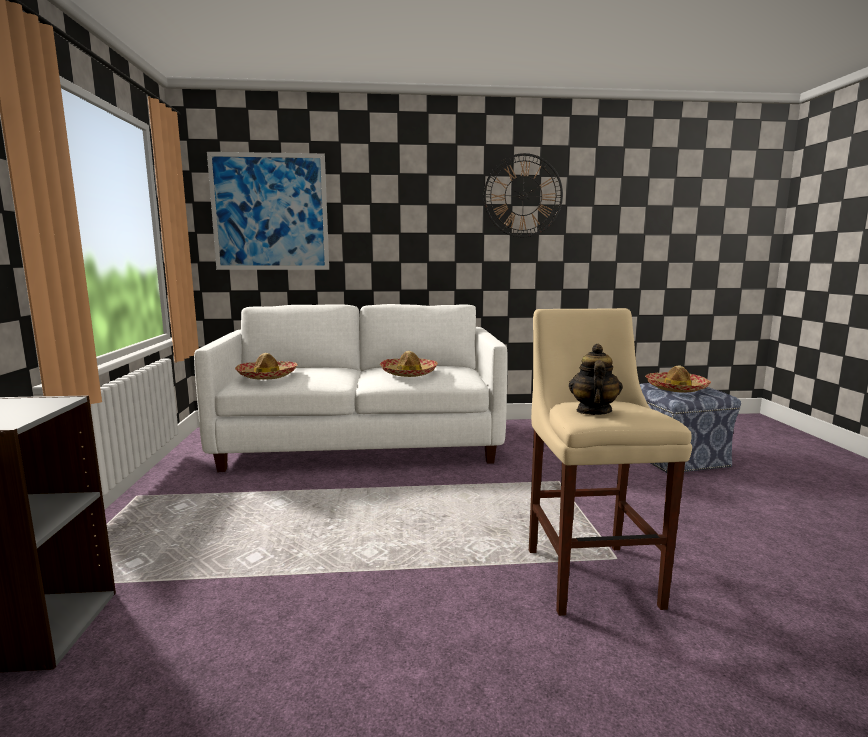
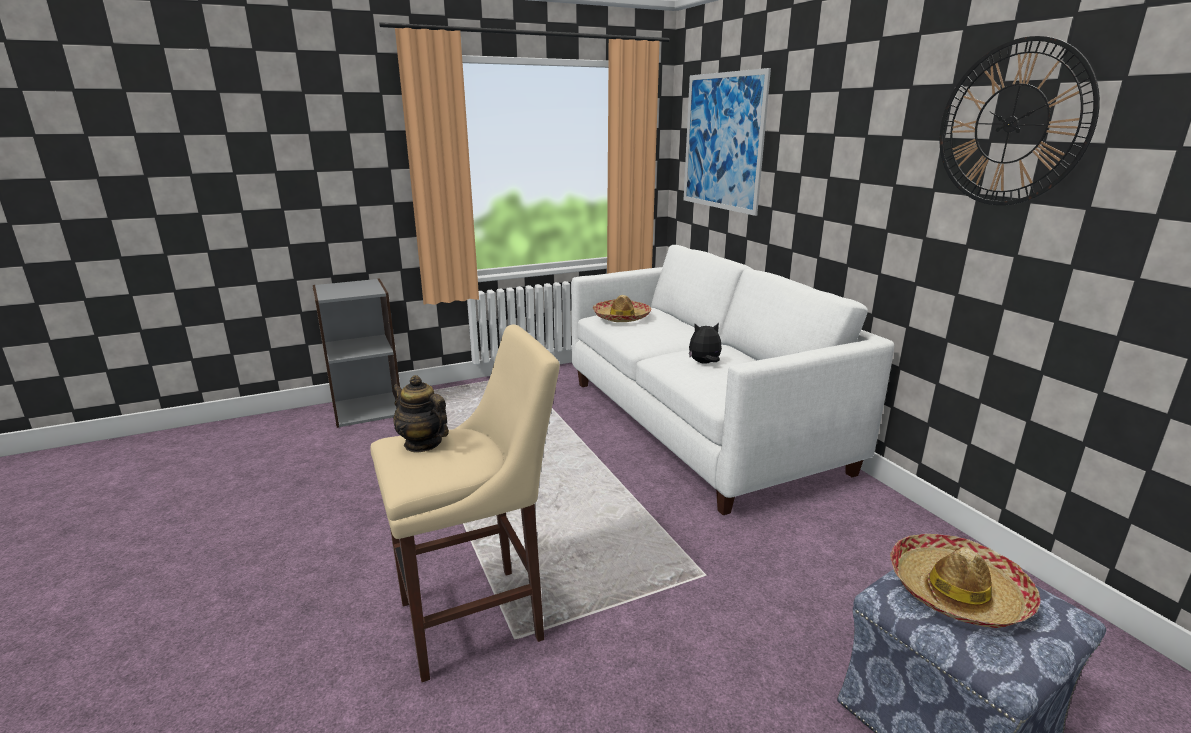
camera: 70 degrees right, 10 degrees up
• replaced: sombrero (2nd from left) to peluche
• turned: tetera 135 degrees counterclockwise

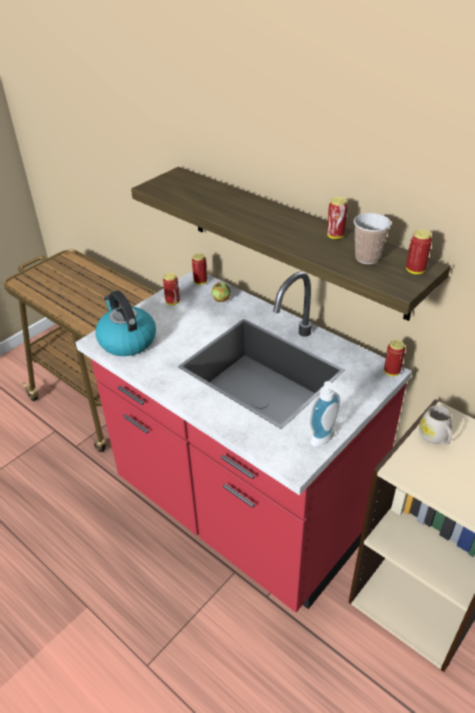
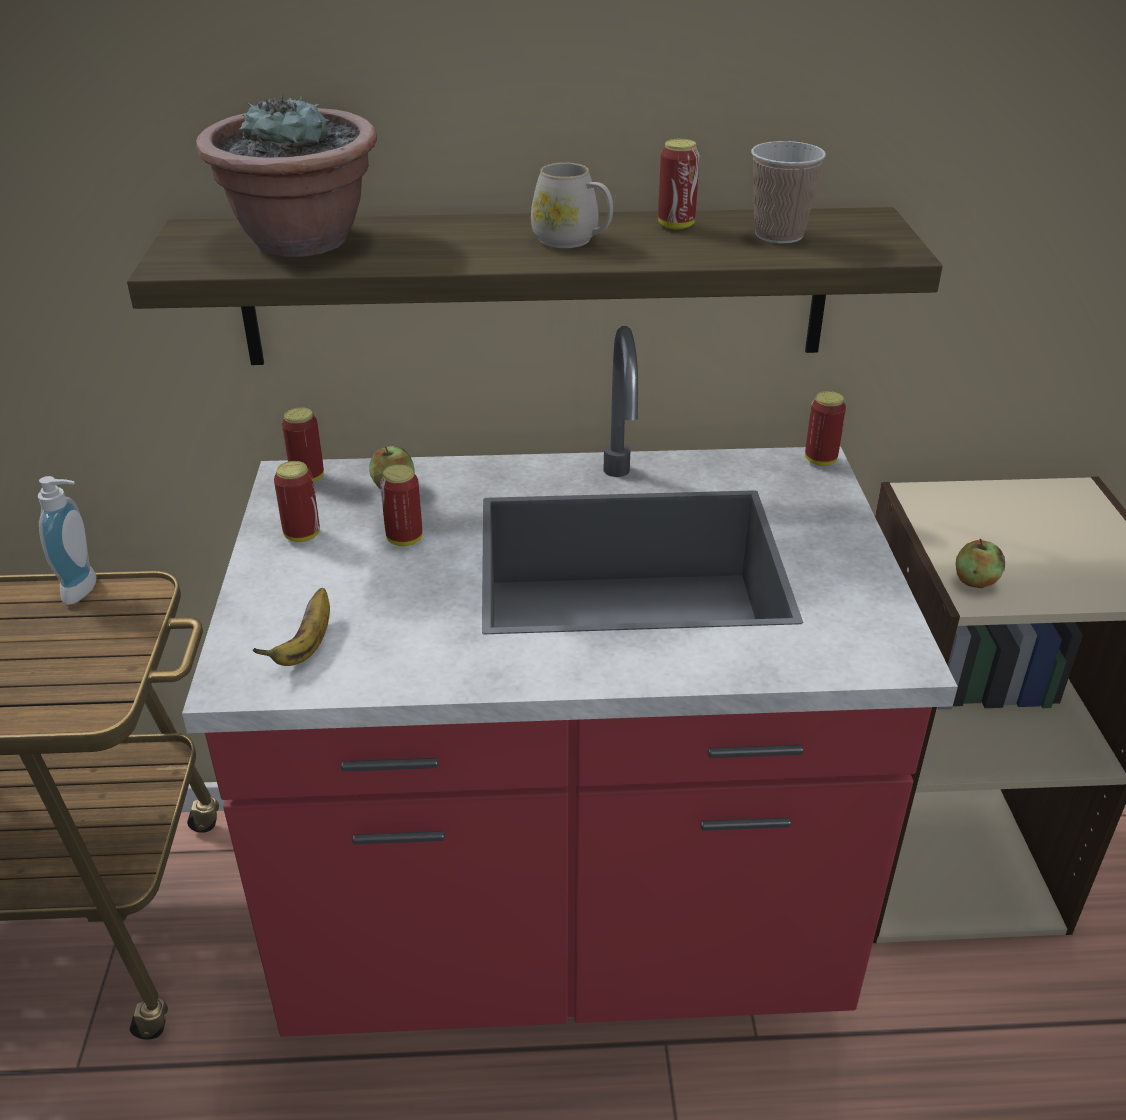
camera: 45 degrees left, 5 degrees down
• replaced: hervidor to plátano
• moved: dispensador de jabón
• moved: lata (5th from left in the first image) to lata (3rd from left)
• moved: taza grande (blanco)
• added: planta en maceta
• added: manzana (2nd from left)

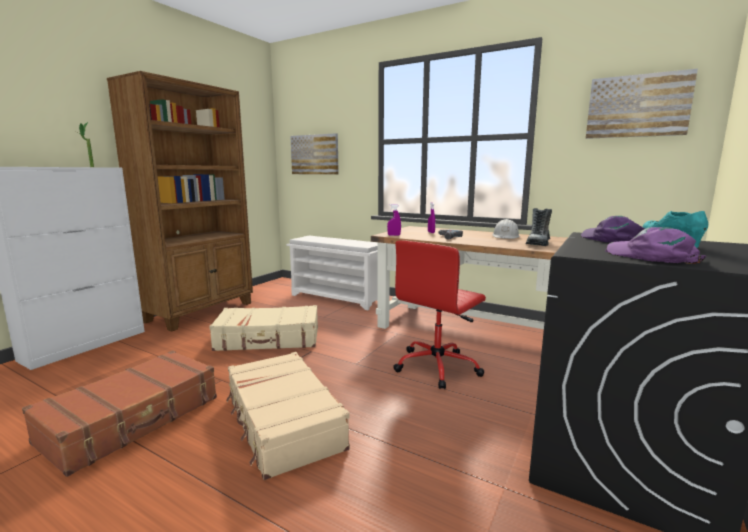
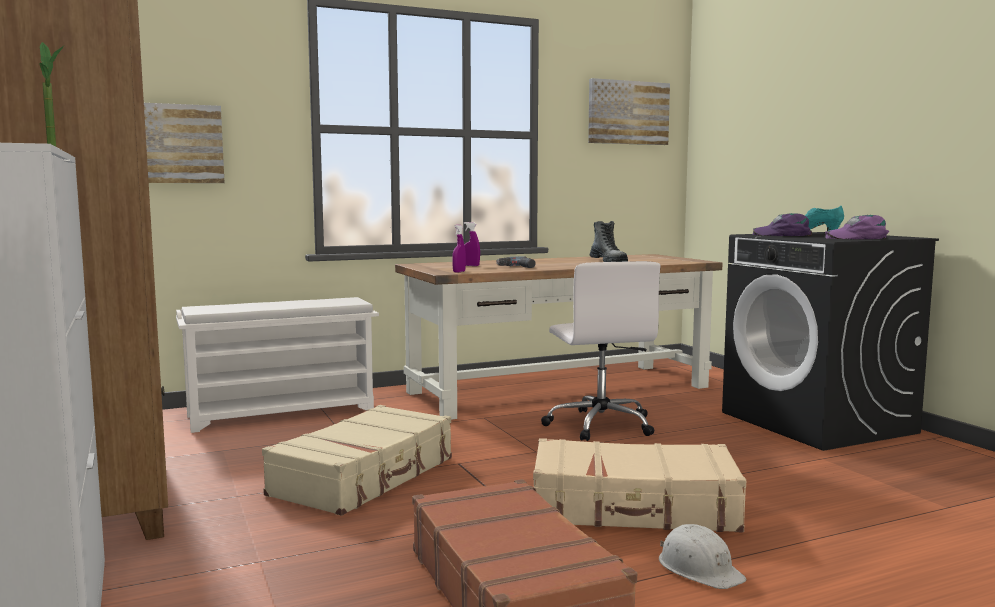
camera: 55 degrees left, 5 degrees down
• recoloured: silla de oficina (rojo) to silla de oficina (blanco)
• moved: casco (blanco)

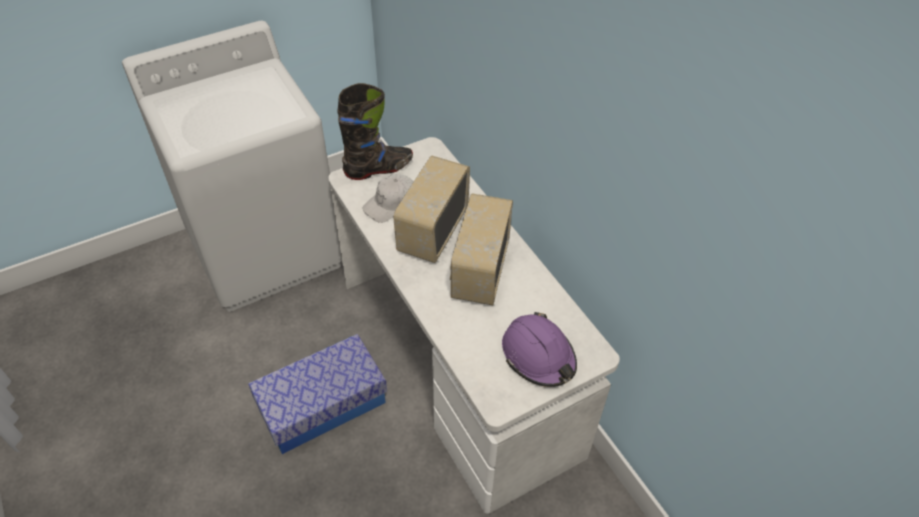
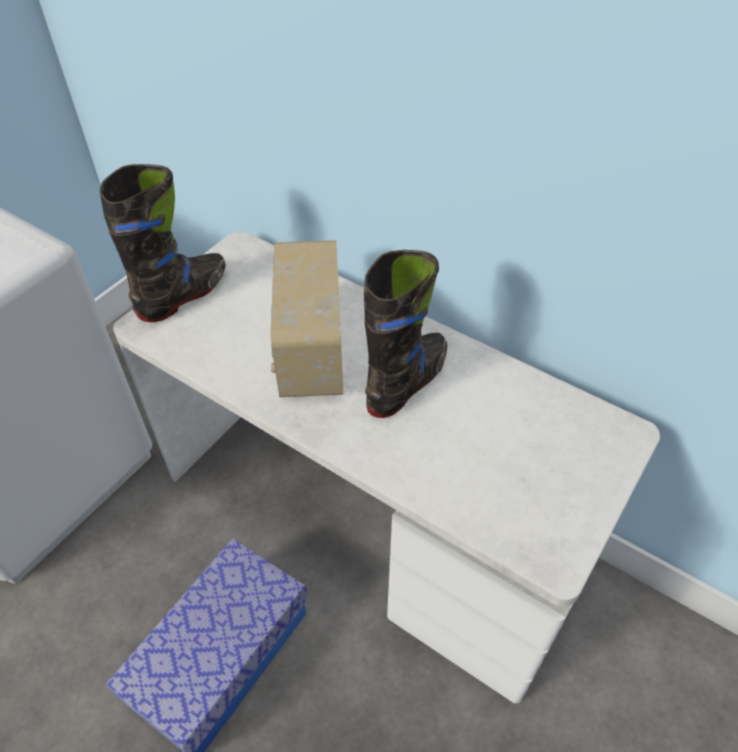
camera: 25 degrees left, 0 degrees up
• removed: gorra (blanco)
• replaced: radio (2nd from left) to bota (negro) (2nd from left)
• removed: casco (morado)

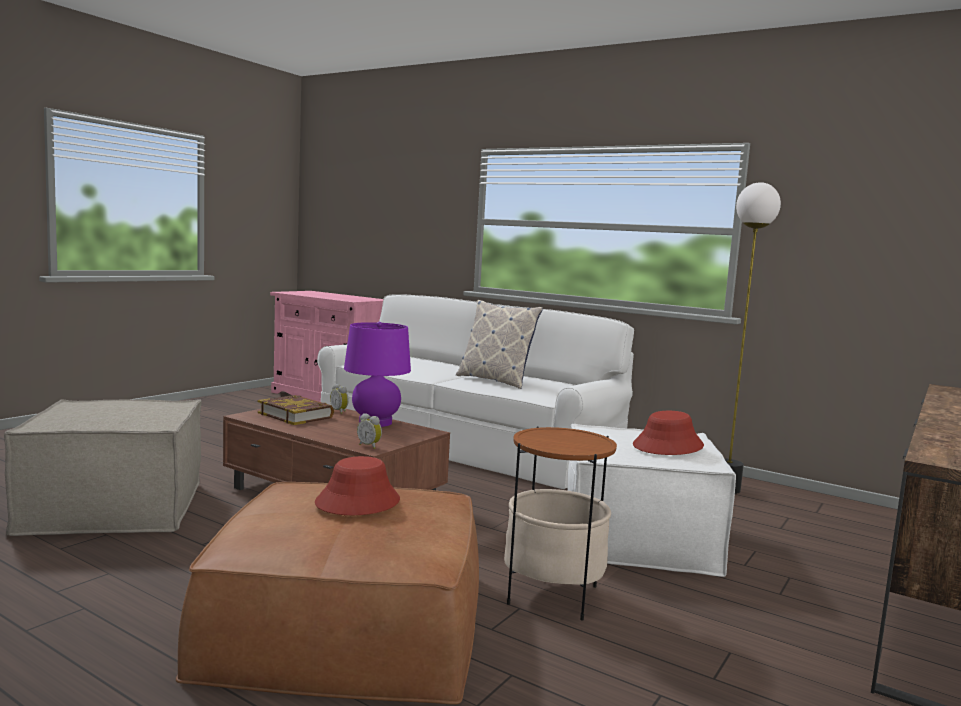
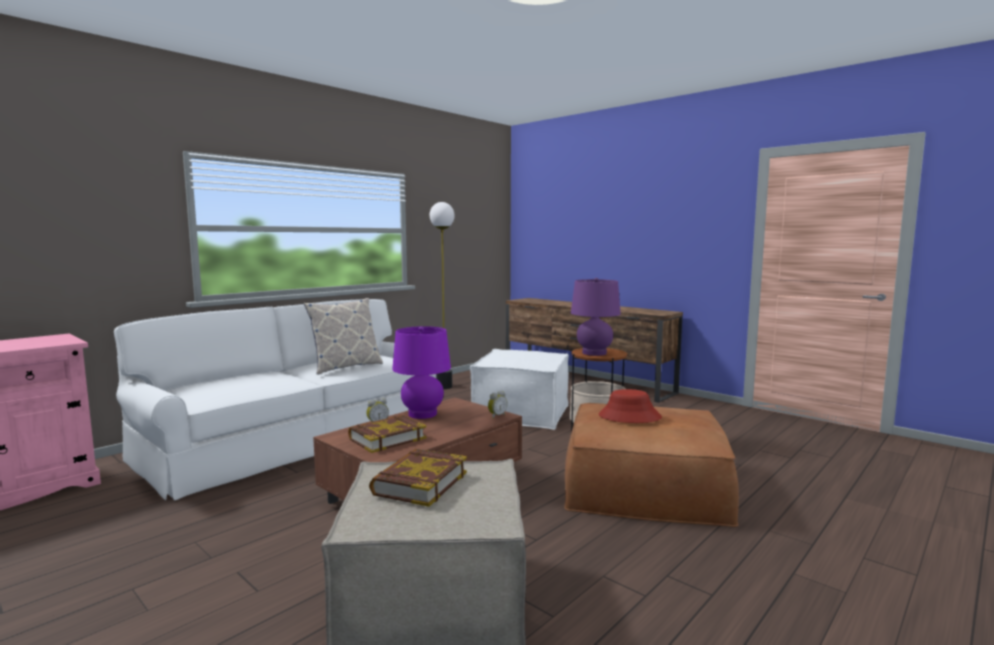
camera: 80 degrees left, 0 degrees up
• removed: sombrero (rojo) (2nd from left)
• added: libro (2nd from left)
• added: lámpara de mesa (morado) (2nd from left)

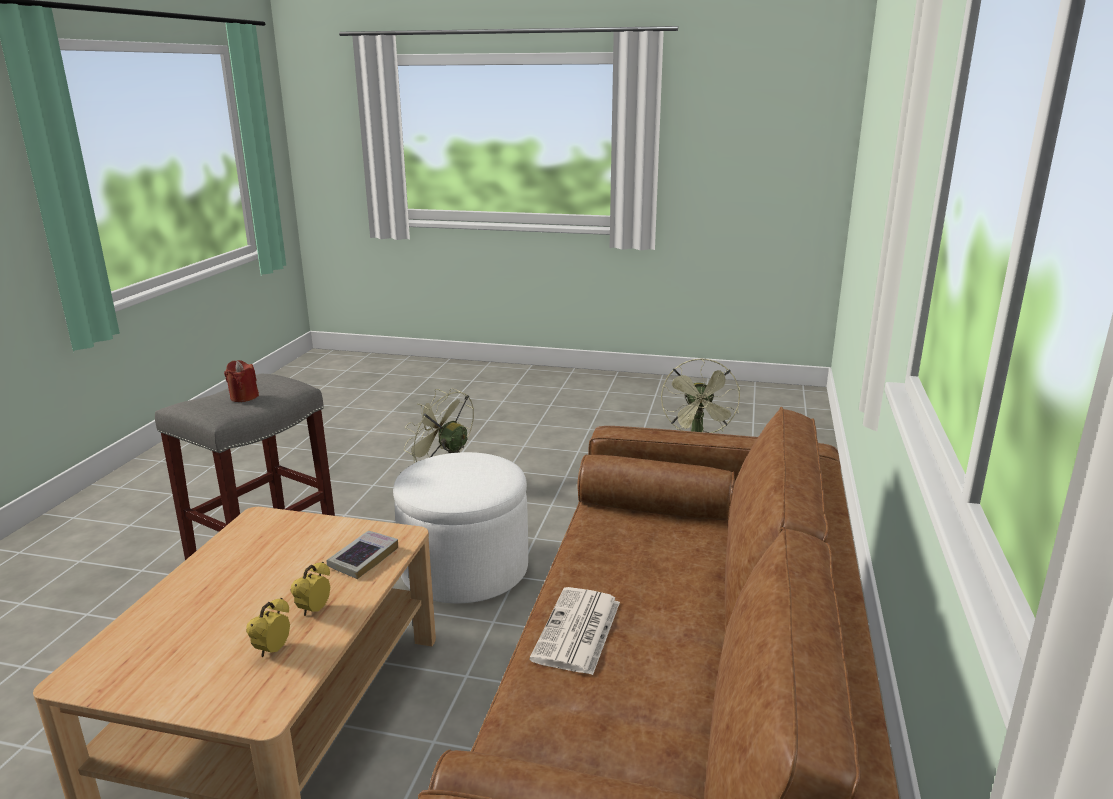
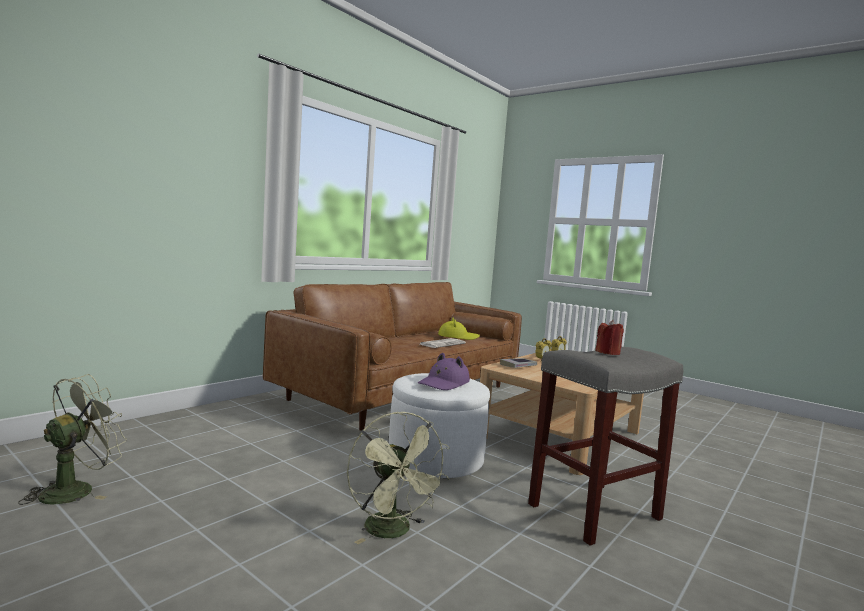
camera: 155 degrees left, 15 degrees down
• added: sombrero (morado)
• added: sombrero (amarillo)

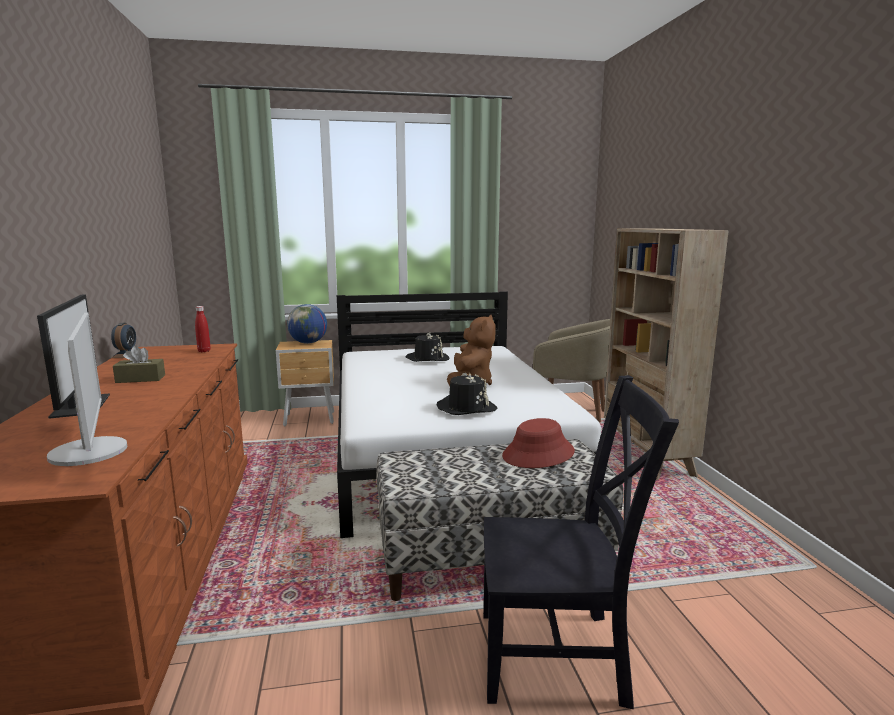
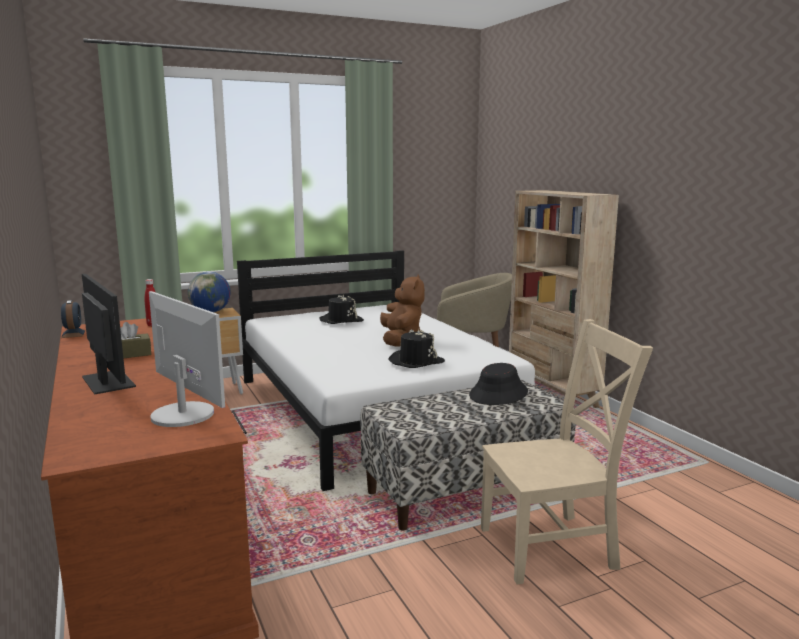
camera: 15 degrees left, 0 degrees up
• recoloured: silla (negro) to silla (beis)
• recoloured: sombrero (rojo) to sombrero (negro) (3rd from left)

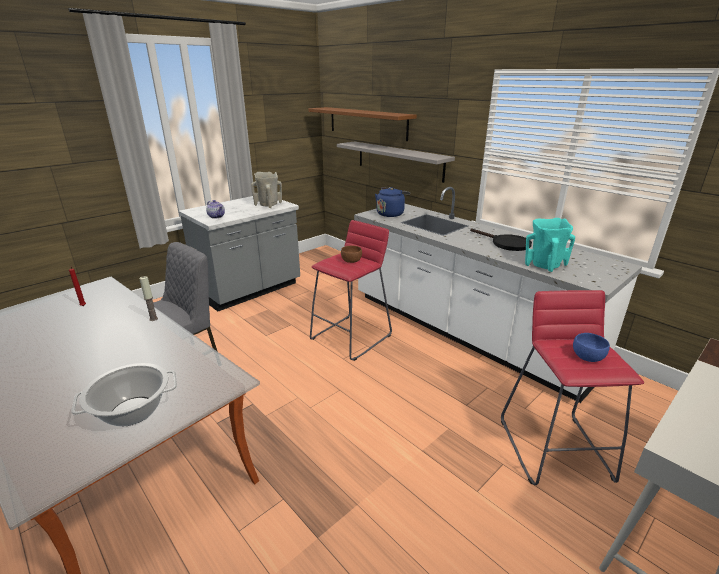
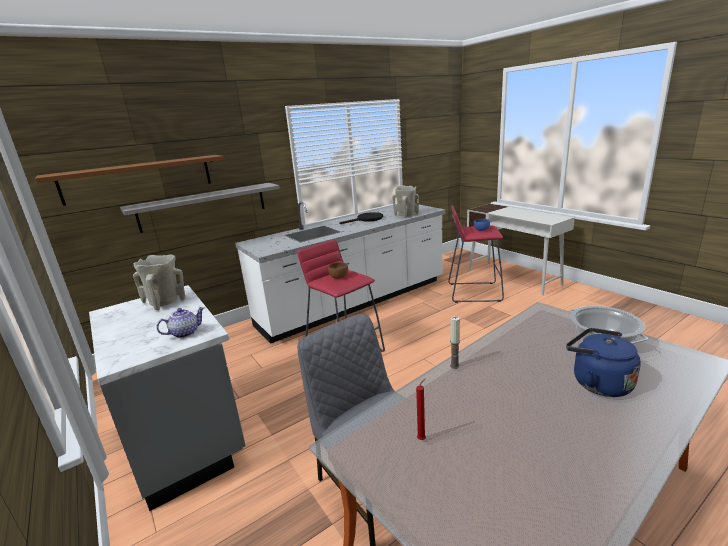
camera: 80 degrees left, 5 degrees down
• moved: hervidor (azul)
• recoloured: florero (turquesa) to florero (beis) (2nd from left)

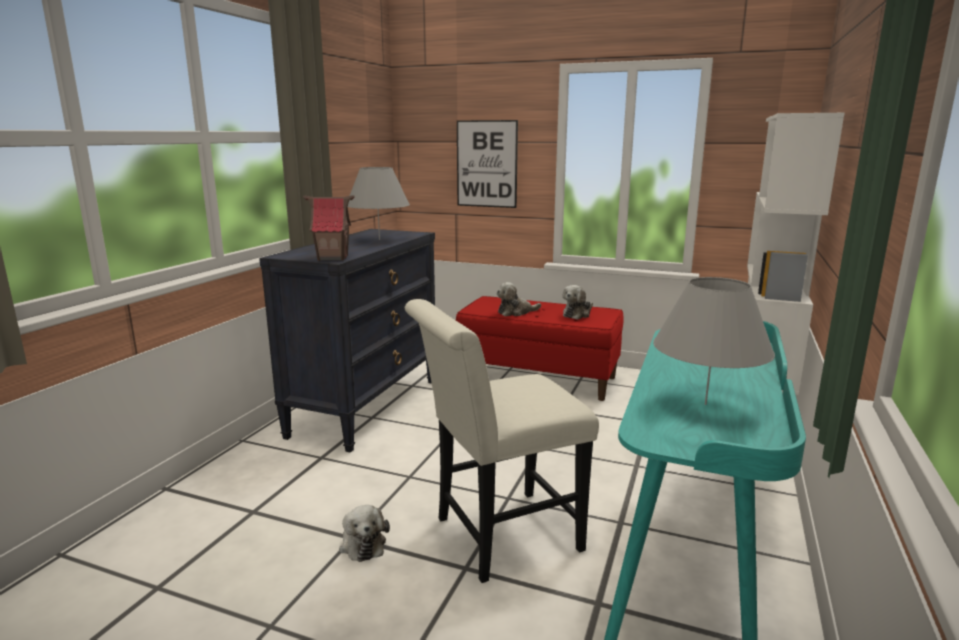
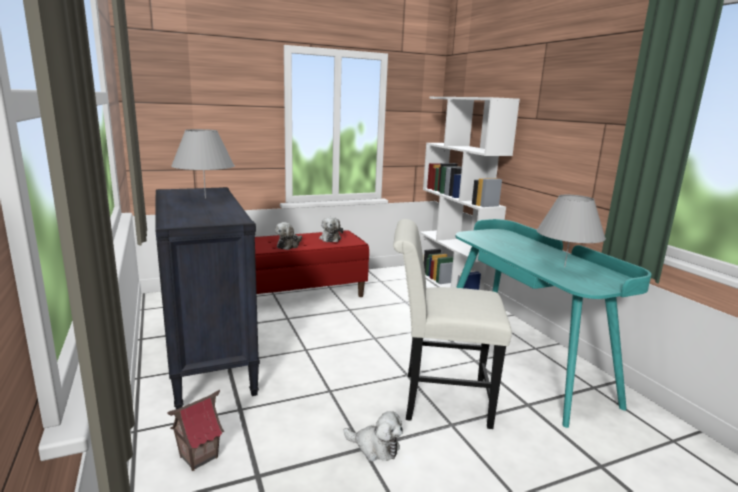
camera: 45 degrees left, 0 degrees up
• moved: casita
• turned: silla (blanco) 75 degrees clockwise
• removed: cuadro

